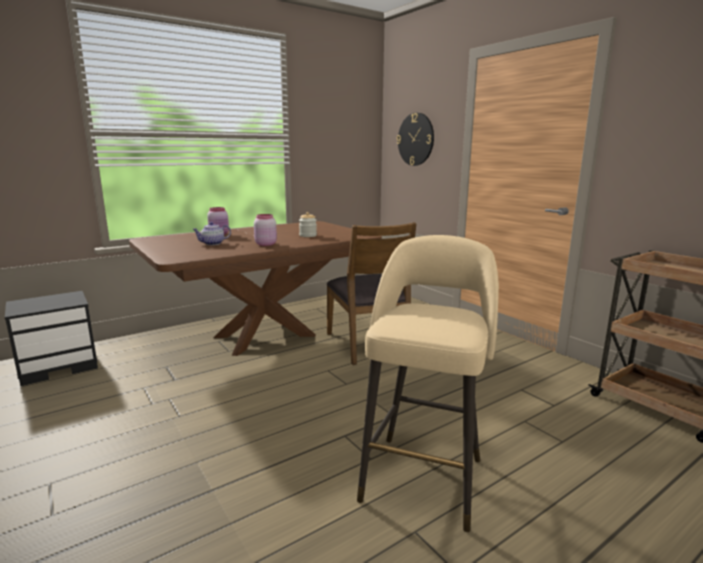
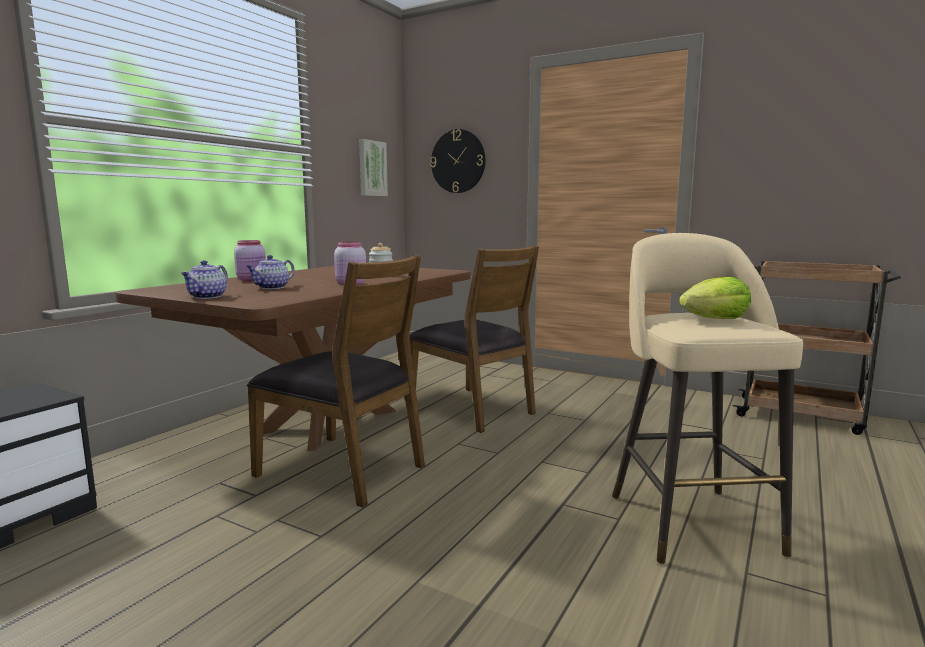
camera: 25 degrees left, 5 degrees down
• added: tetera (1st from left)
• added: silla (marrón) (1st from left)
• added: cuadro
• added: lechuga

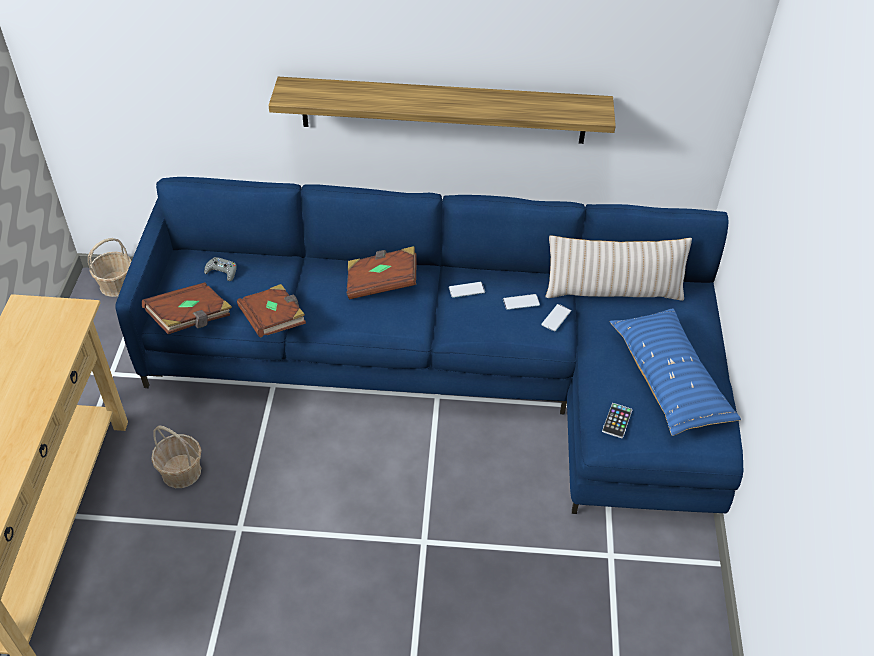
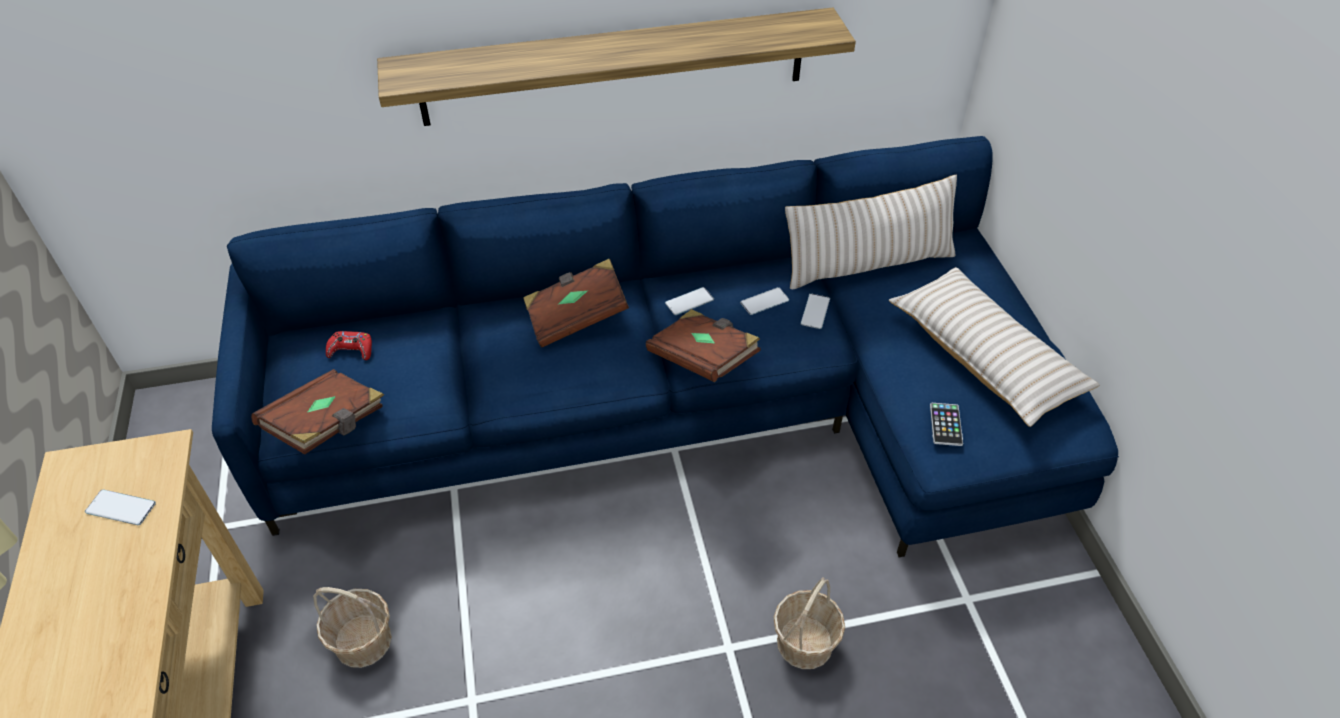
camera: 15 degrees left, 0 degrees up
• moved: cesta (1st from left in the first image) to cesta (2nd from left)
• recoloured: mando de consola (gris) to mando de consola (rojo)
• moved: libro (marrón) (2nd from left in the first image) to libro (marrón) (3rd from left)
• recoloured: cojín (azul) to cojín (beis) (2nd from left)
• added: móvil (1st from left)

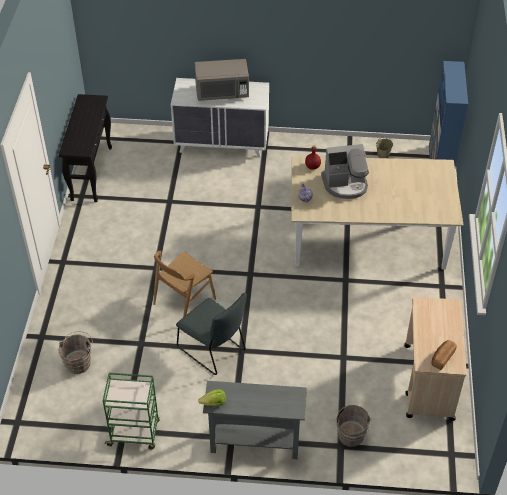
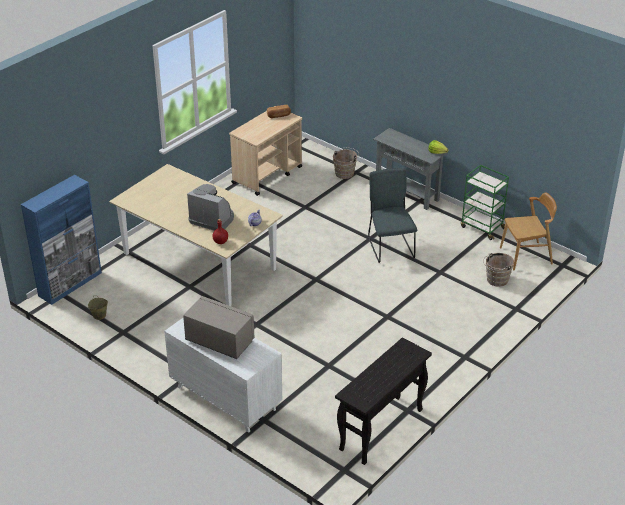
camera: 145 degrees left, 10 degrees down
• moved: silla (marrón)

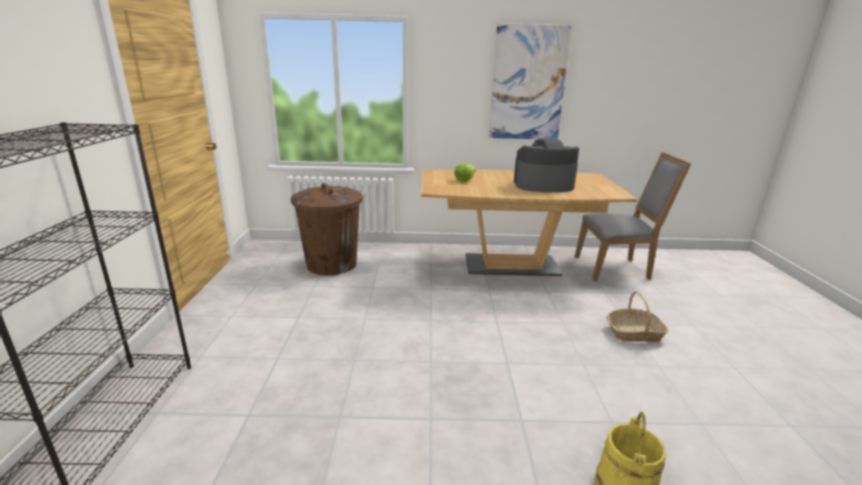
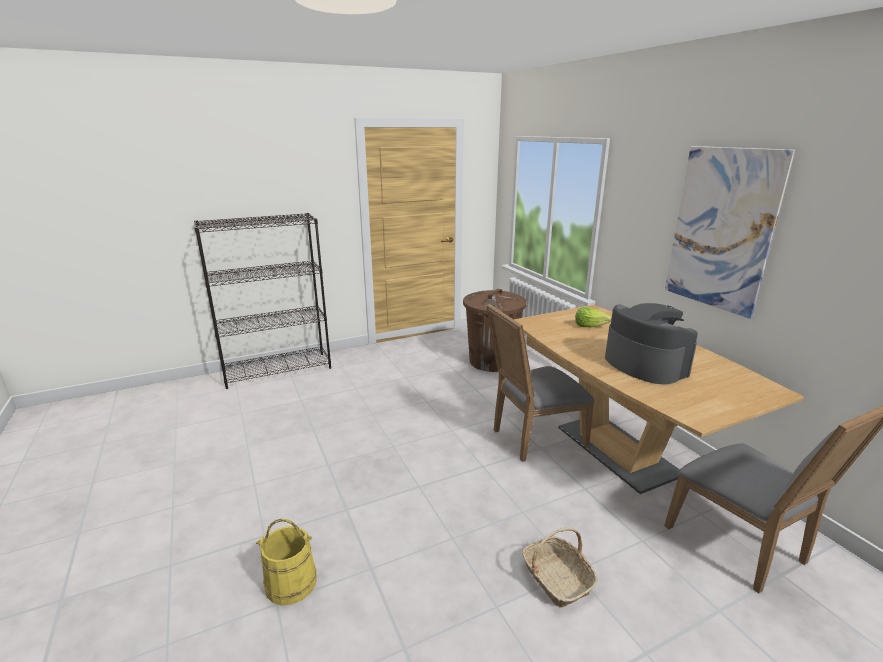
camera: 65 degrees right, 0 degrees up
• added: silla (gris) (1st from left)

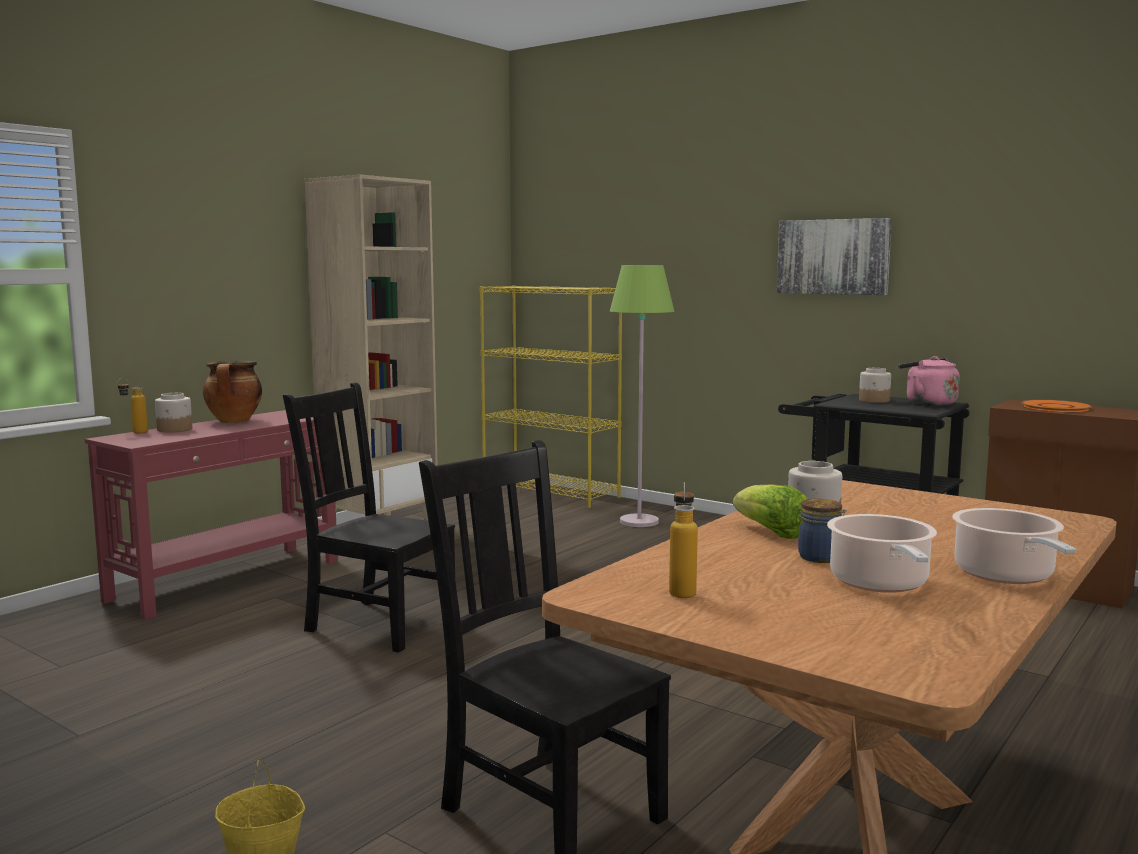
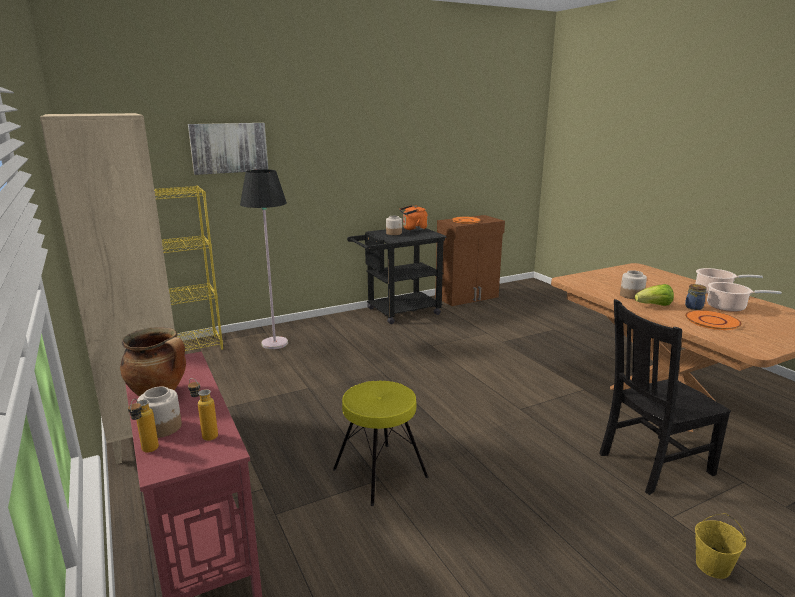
camera: 65 degrees left, 10 degrees up
• replaced: silla (negro) (1st from left) to taburete (amarillo)
• recoloured: lámpara de pie (verde) to lámpara de pie (negro)
• moved: botella (2nd from left)
• moved: cuadro
• recoloured: hervidor (rosa) to hervidor (naranja)
• added: plato (naranja) (2nd from left)

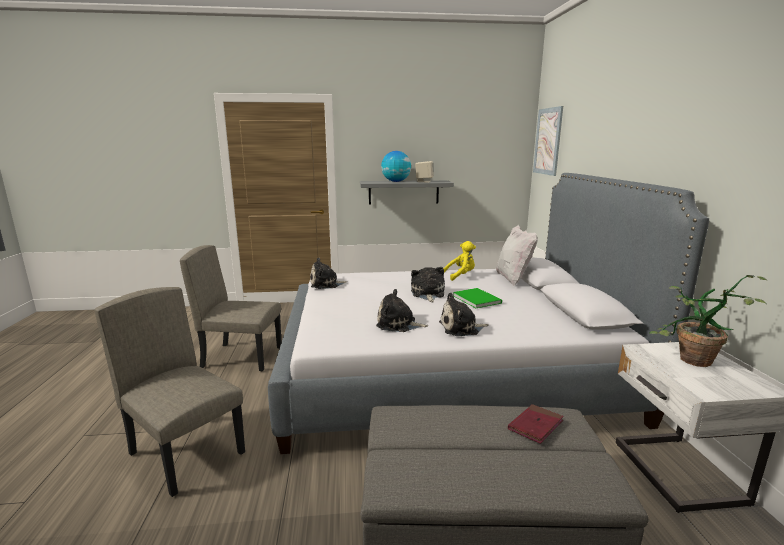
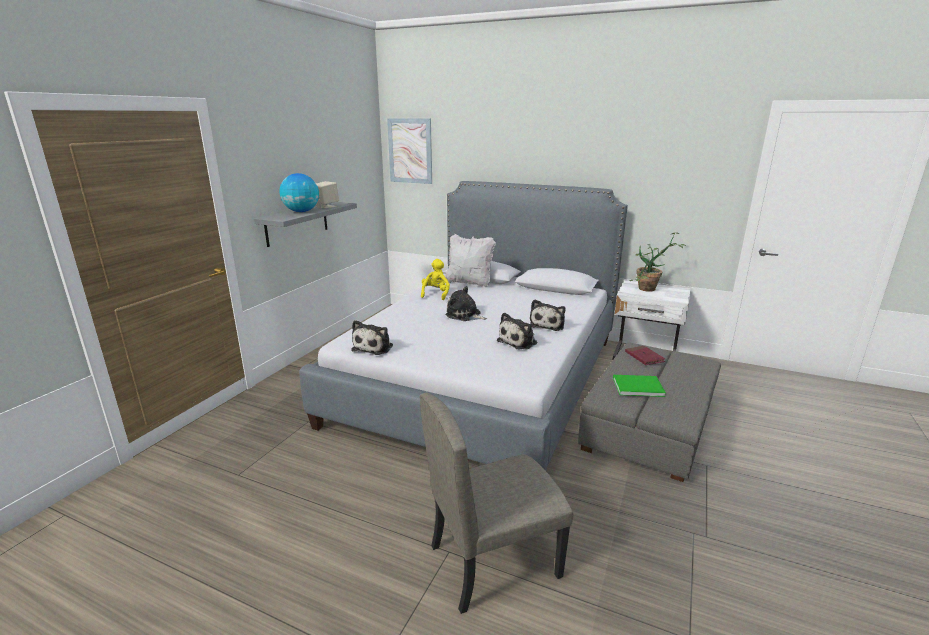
camera: 60 degrees left, 5 degrees up
• removed: silla (beis) (2nd from left)
• moved: libro (verde)

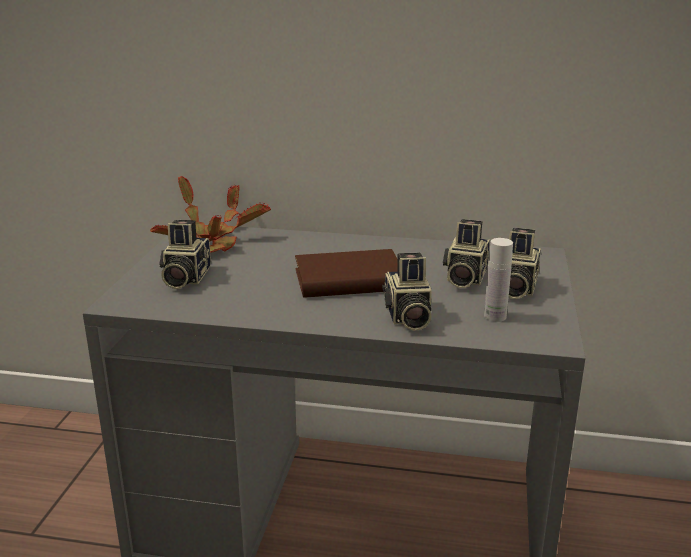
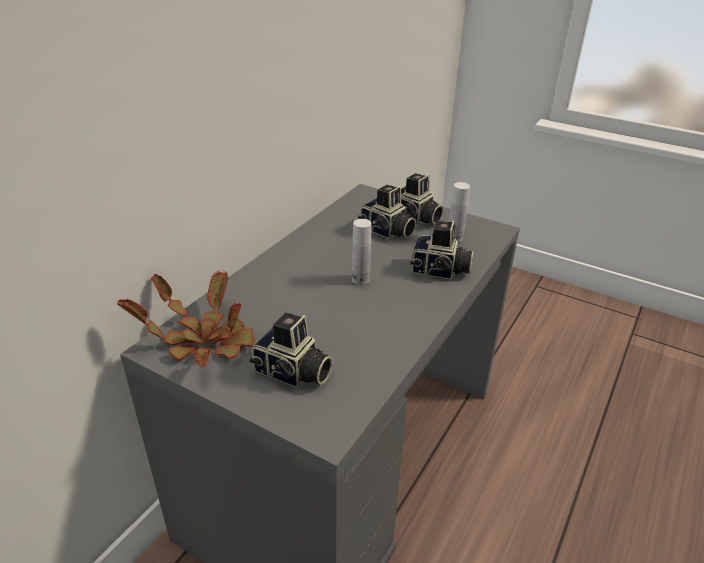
camera: 70 degrees left, 10 degrees up
• replaced: libro (marrón) to botella (blanco) (1st from left)

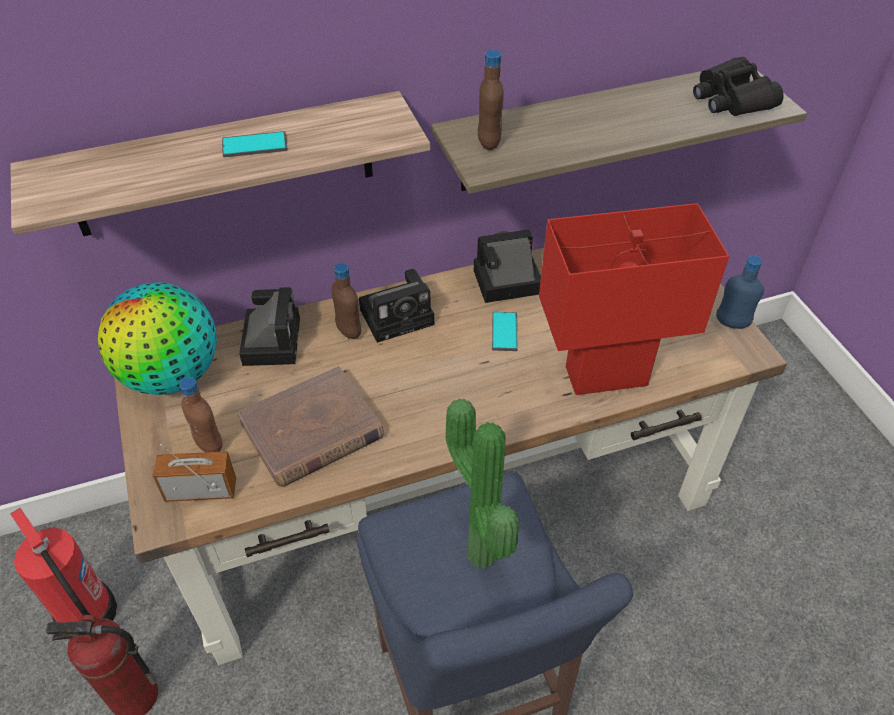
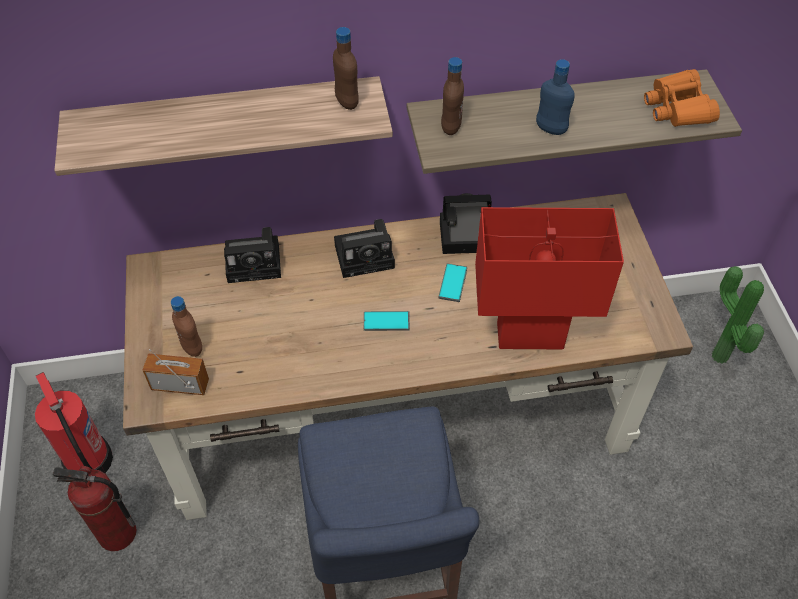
camera: 10 degrees right, 5 degrees up
• removed: globo terráqueo
• moved: móvil (1st from left)
• removed: libro (marrón)
• turned: cámara (1st from left) 75 degrees clockwise
• moved: botella (marrón) (2nd from left)
• moved: planta en maceta
• recoloured: prismáticos (negro) to prismáticos (naranja)
• moved: botella (azul)

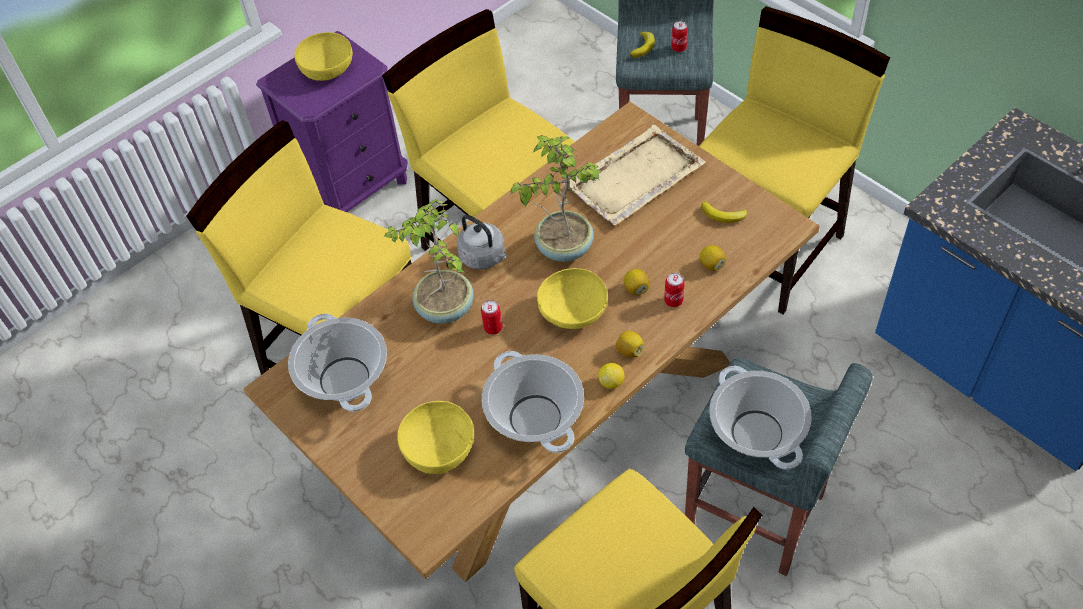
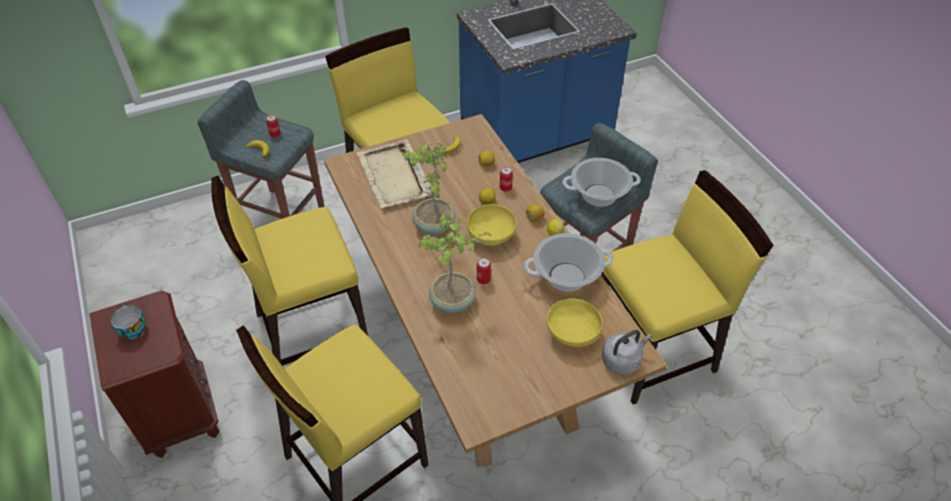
camera: 75 degrees left, 5 degrees down
• recoloured: mesita de noche (morado) to mesita de noche (marrón)
• removed: olla (1st from left)
• replaced: cuenco (amarillo) (1st from left) to taza
• moved: hervidor (gris)

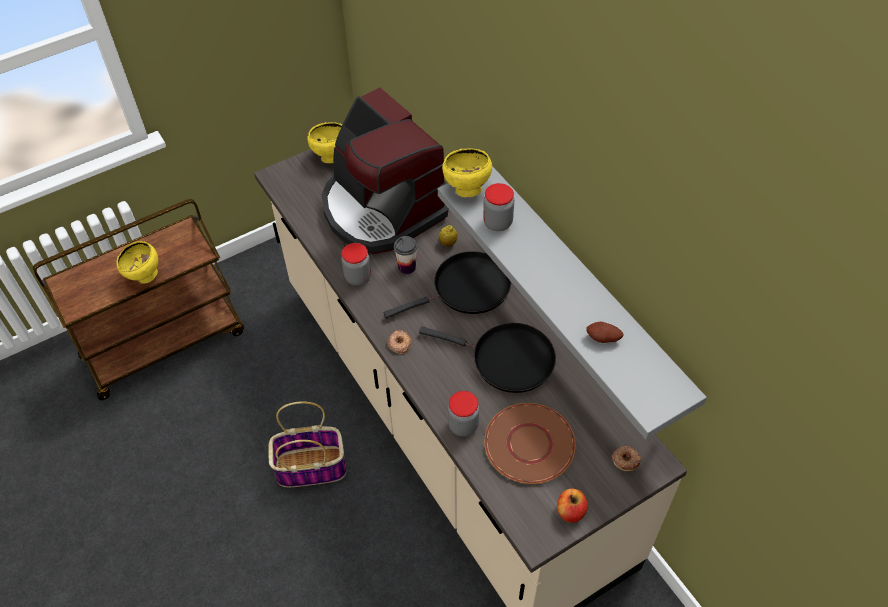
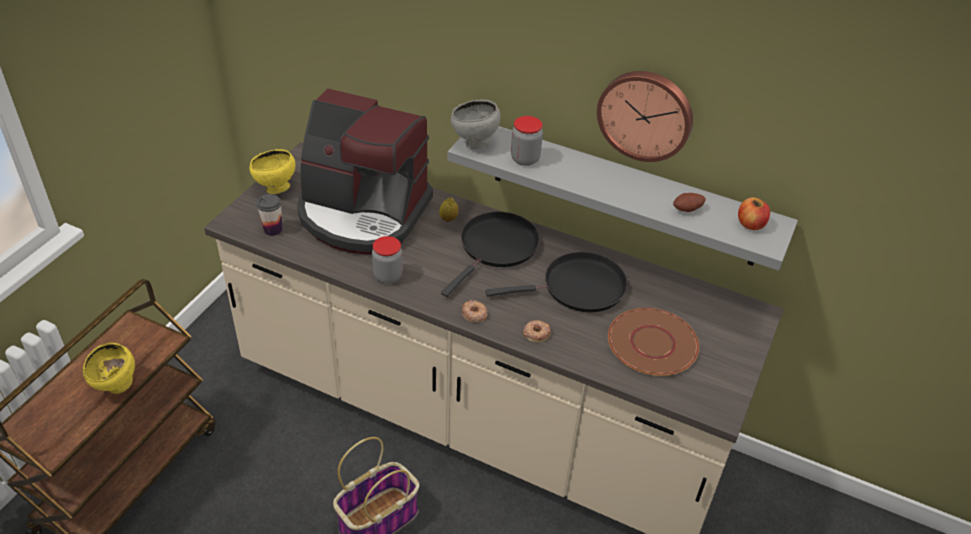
camera: 35 degrees left, 10 degrees down
• moved: taza
• recoloured: cuenco (amarillo) (3rd from left) to cuenco (gris)
• removed: tarro (2nd from left)
• moved: manzana
• moved: rosquilla (2nd from left)
• added: reloj de pared

